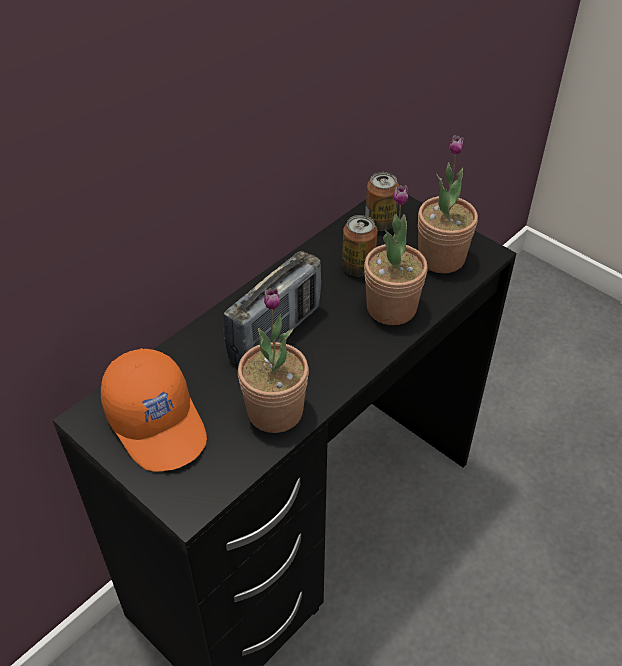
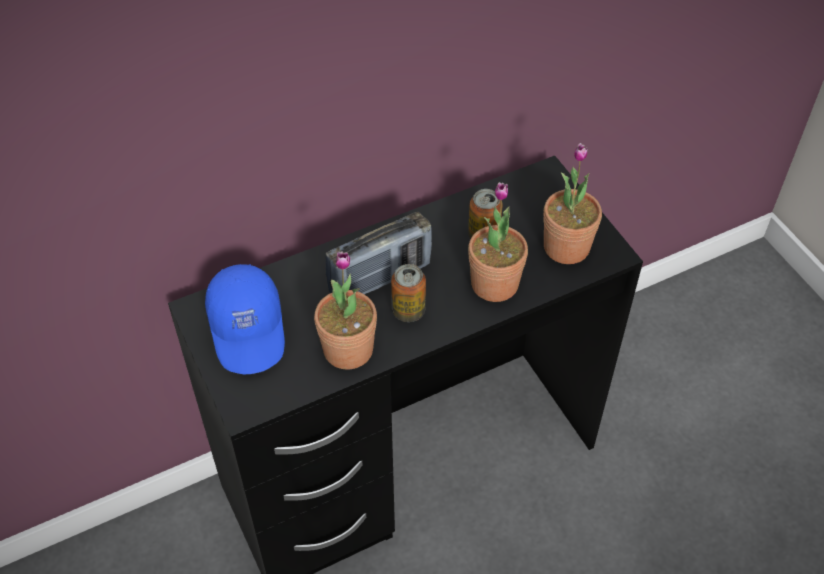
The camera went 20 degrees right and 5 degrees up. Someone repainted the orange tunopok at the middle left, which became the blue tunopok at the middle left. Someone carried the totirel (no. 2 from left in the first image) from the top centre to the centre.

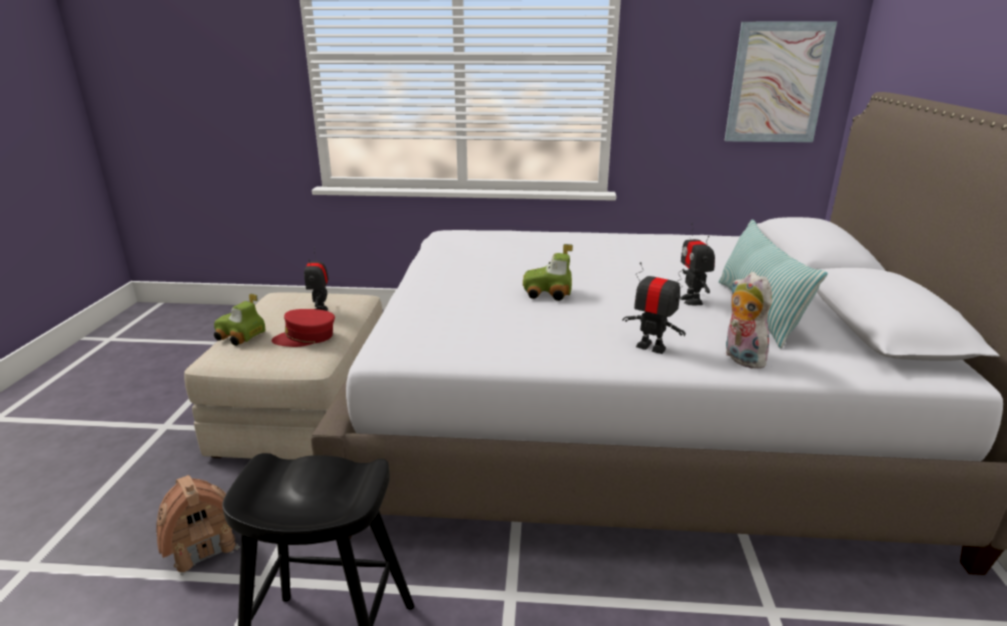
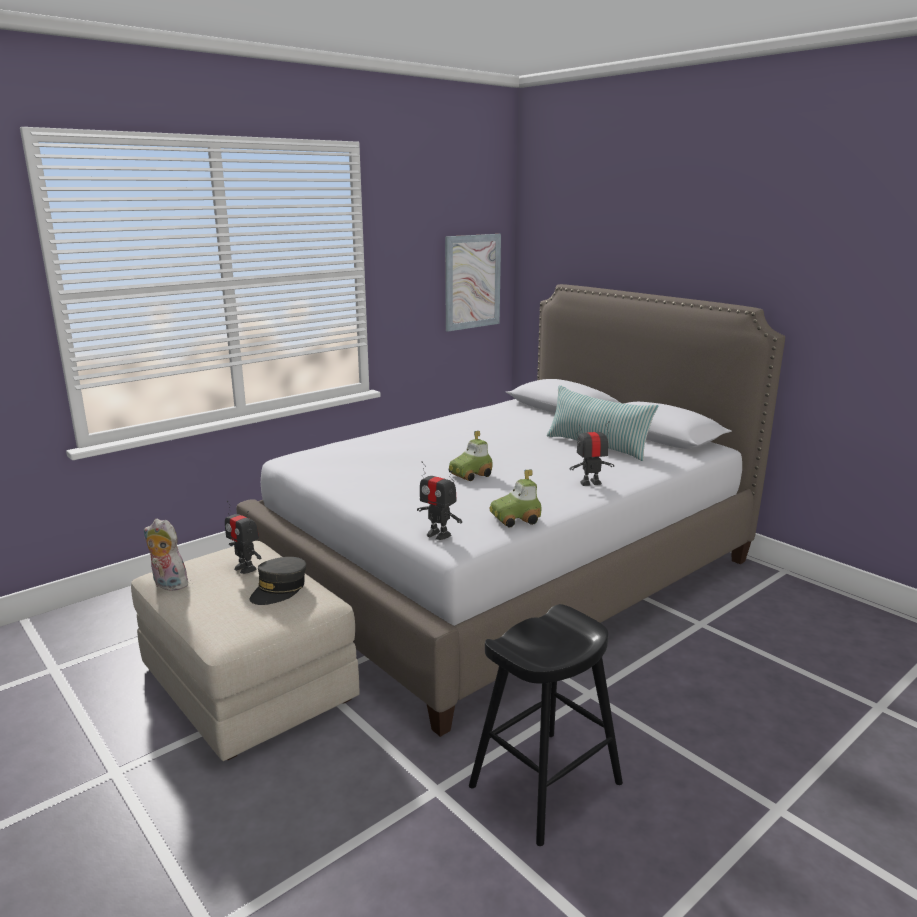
The camera went 45 degrees left and 5 degrees down. Someone carried the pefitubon from the middle right to the middle left. Someone repainted the red tunopok at the middle left, which became the grey tunopok at the middle left. Someone carried the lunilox (no. 3 from left in the first image) from the middle right to the centre. Someone carried the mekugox (no. 1 from left in the first image) from the middle left to the centre. Someone took away the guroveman at the bottom left.

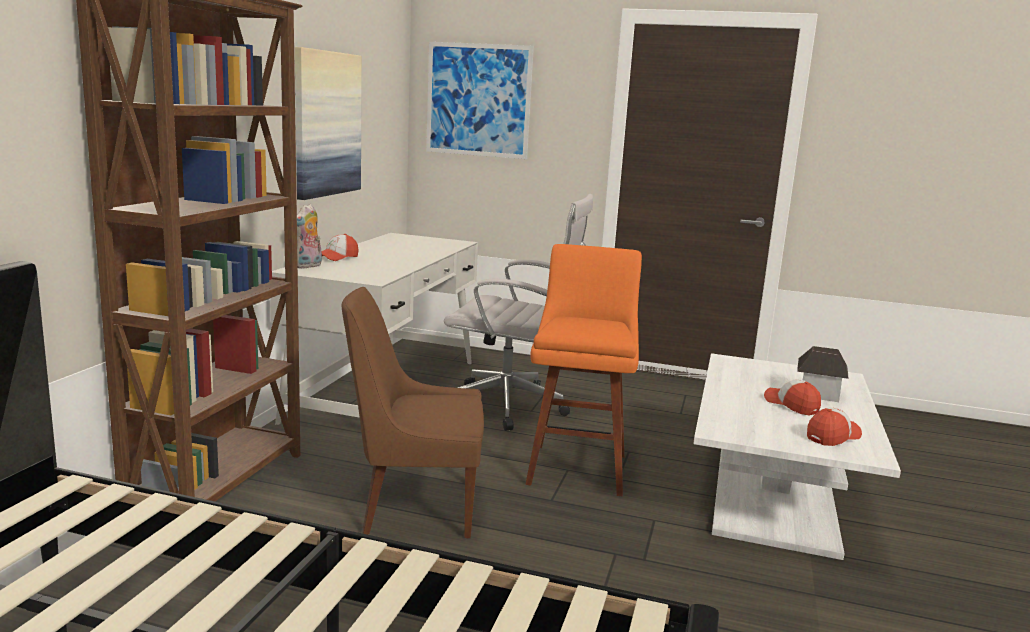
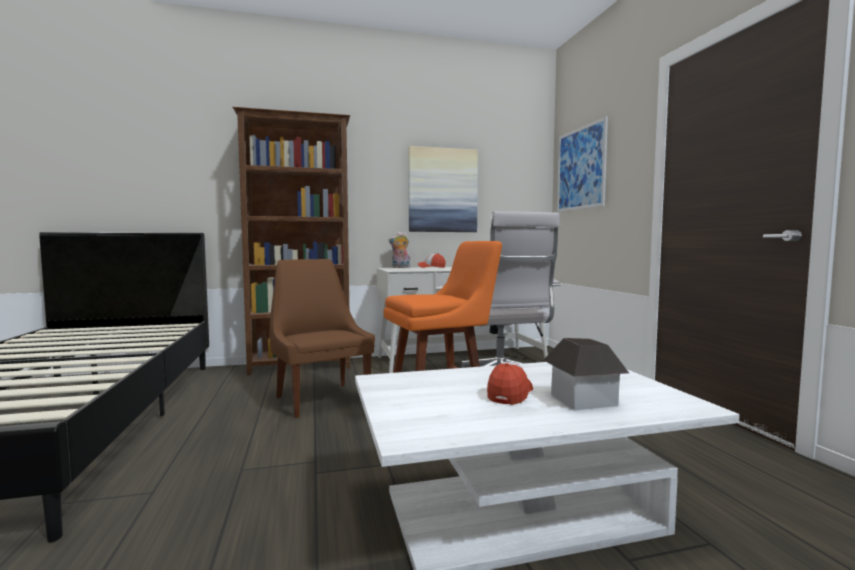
The camera went 60 degrees right and 10 degrees down. Someone took away the tunopok (no. 3 from left) at the bottom right.

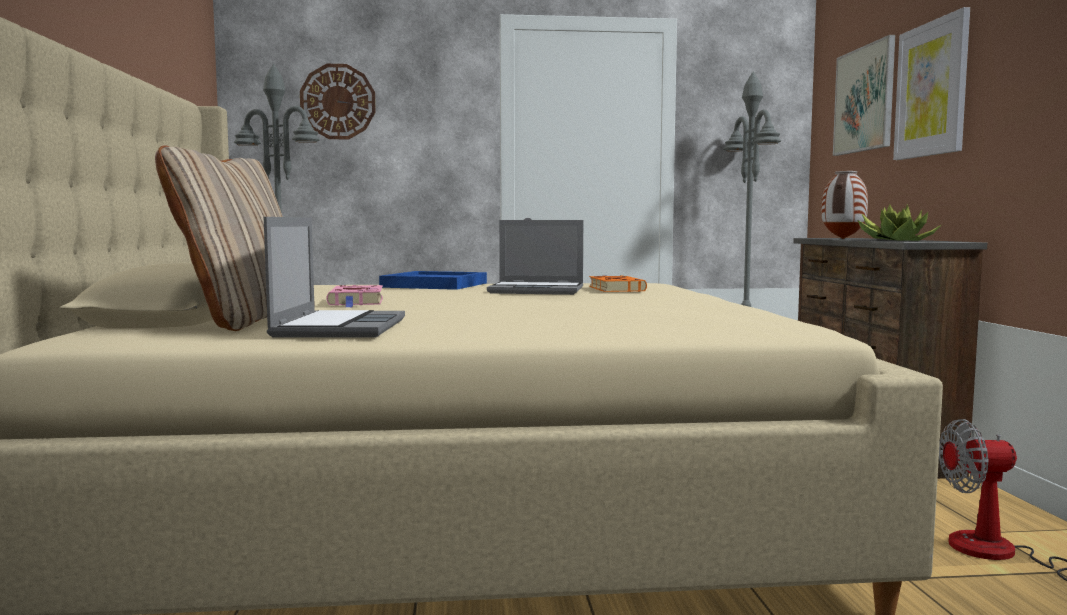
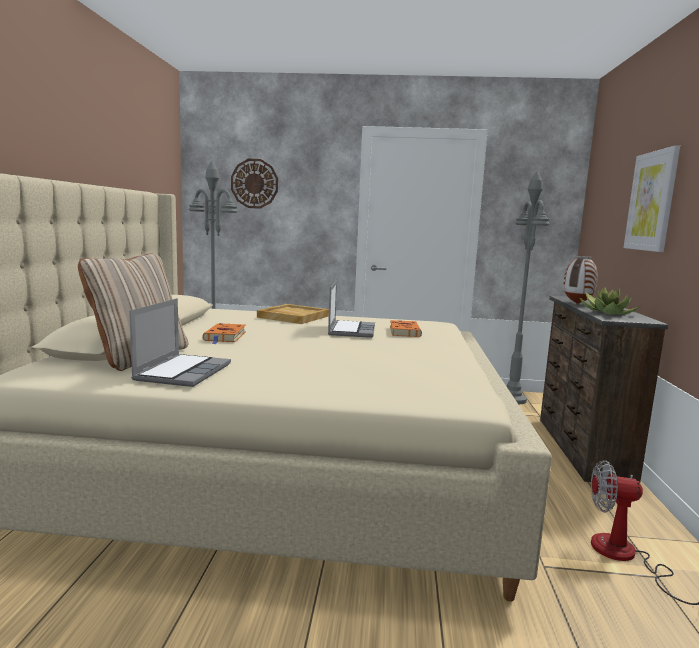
The camera went 10 degrees right and 5 degrees up. Someone repainted the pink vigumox at the middle left, which became the orange vigumox (no. 1 from left) at the middle left. Someone repainted the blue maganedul at the centre, which became the beige maganedul at the centre. Someone rotated the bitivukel (no. 2 from left) at the centre by 105 degrees counterclockwise. Someone took away the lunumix (no. 1 from left) at the top right.

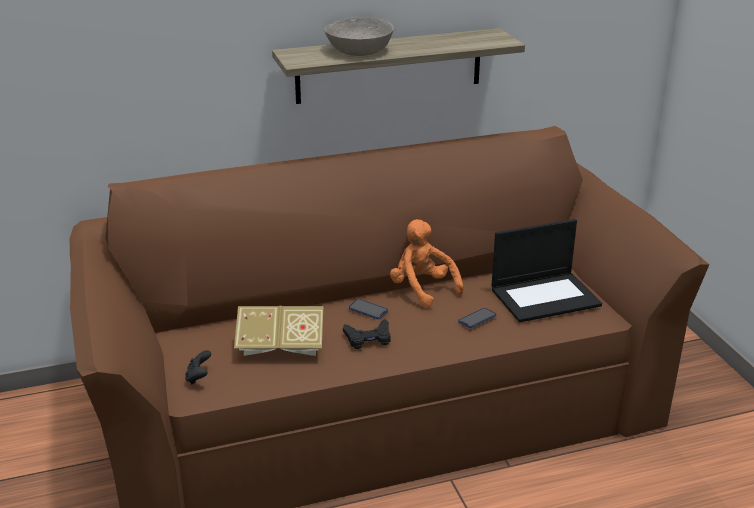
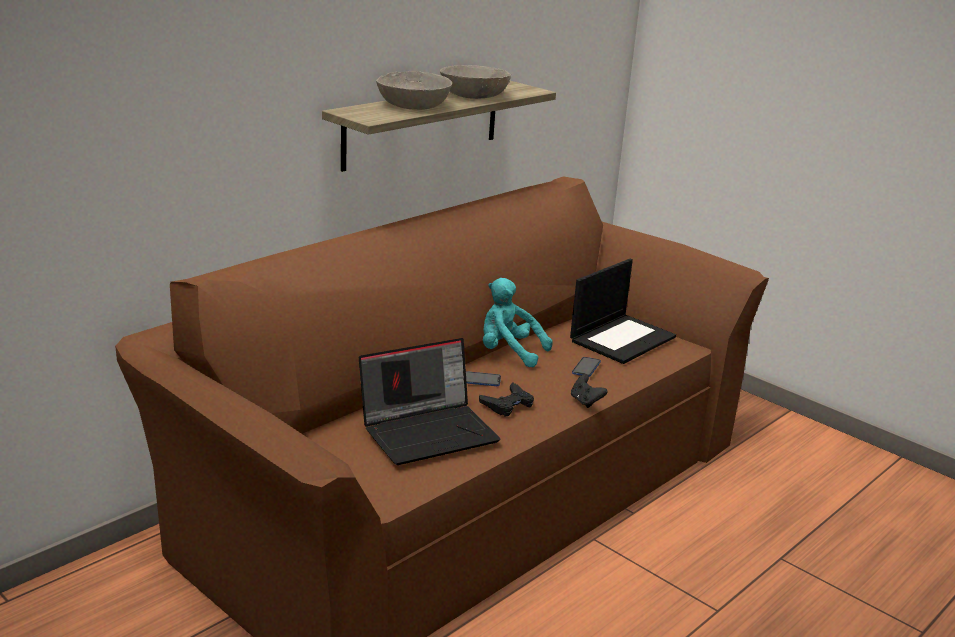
The camera went 30 degrees left and 5 degrees down. Someone swapped the vigumox at the centre for the bitivukel (no. 1 from left) at the centre. Someone put down the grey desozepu (no. 2 from left) at the top centre. Someone repainted the orange pefitubon at the centre, which became the turquoise pefitubon at the centre. Someone carried the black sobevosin (no. 1 from left in the first image) from the bottom left to the centre.

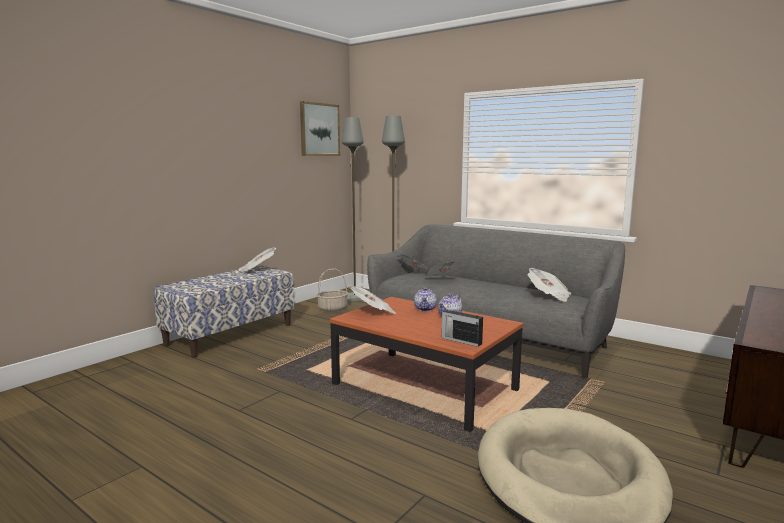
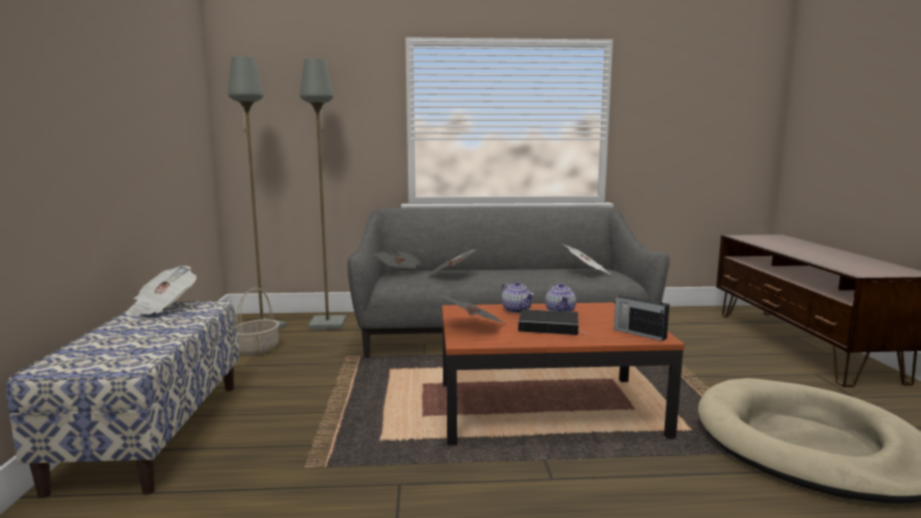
The camera went 40 degrees left and 0 degrees up. Someone put down the vigumox at the centre. Someone rotated the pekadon at the centre by 45 degrees clockwise. Someone took away the lunumix at the top centre.

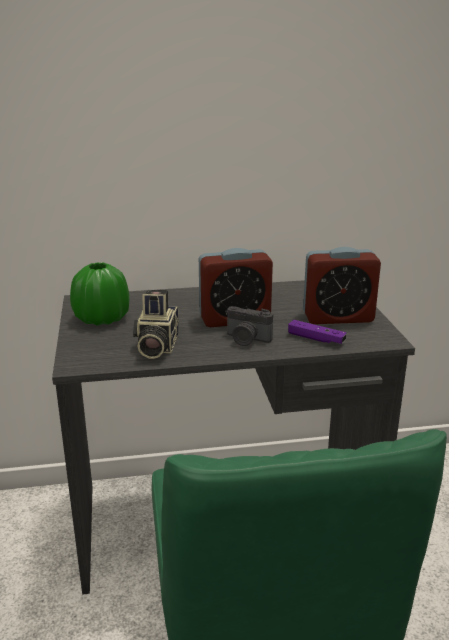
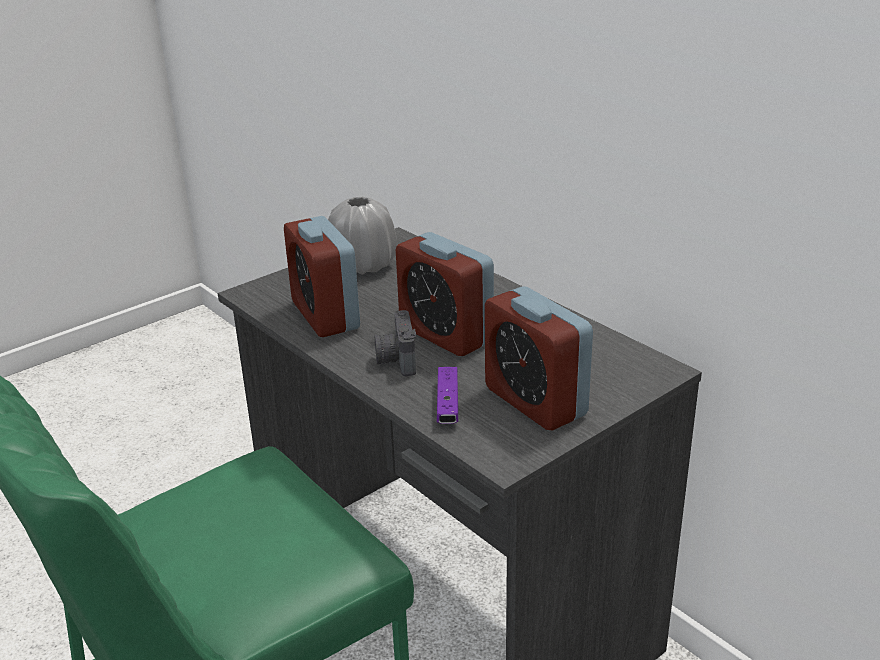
The camera went 60 degrees right and 5 degrees up. Someone swapped the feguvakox (no. 1 from left) at the centre for the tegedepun (no. 1 from left) at the centre. Someone repainted the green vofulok at the middle left, which became the grey vofulok at the centre.

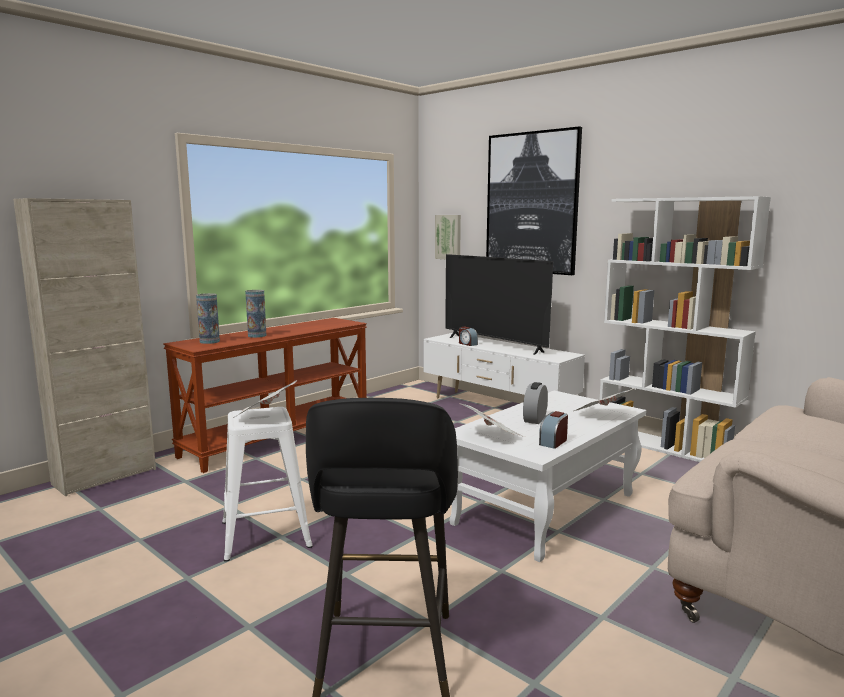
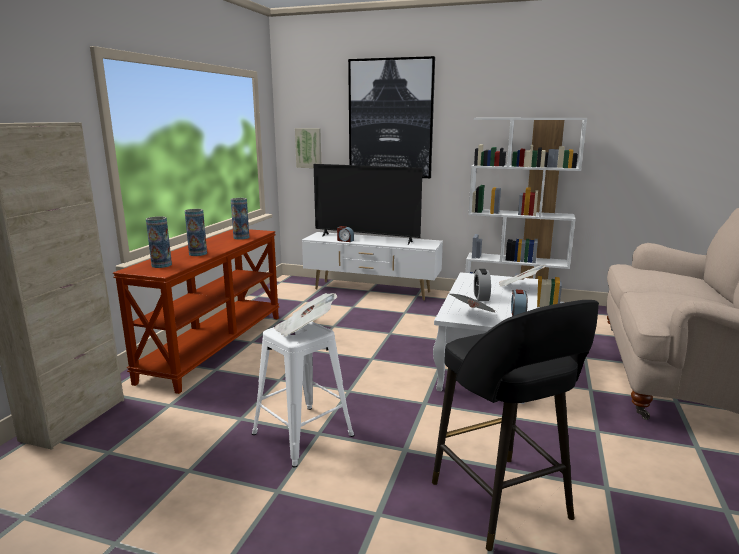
The camera went 25 degrees left and 5 degrees up. Someone put down the vofulok (no. 3 from left) at the middle left.

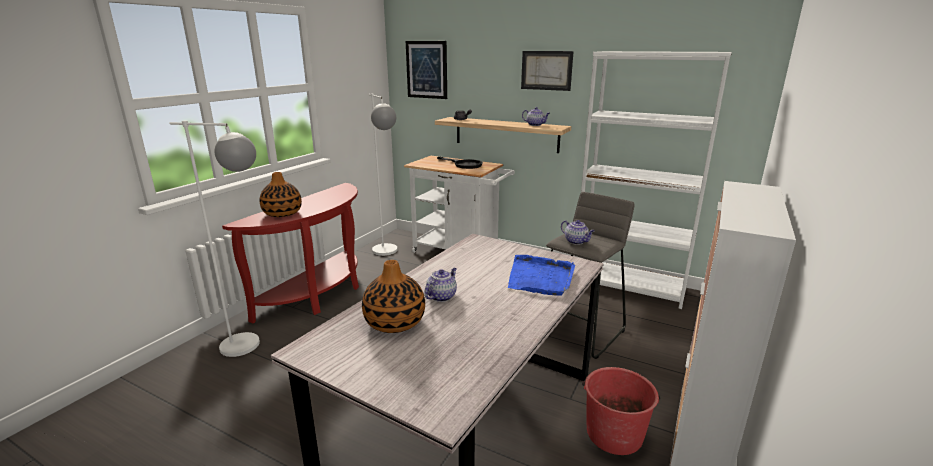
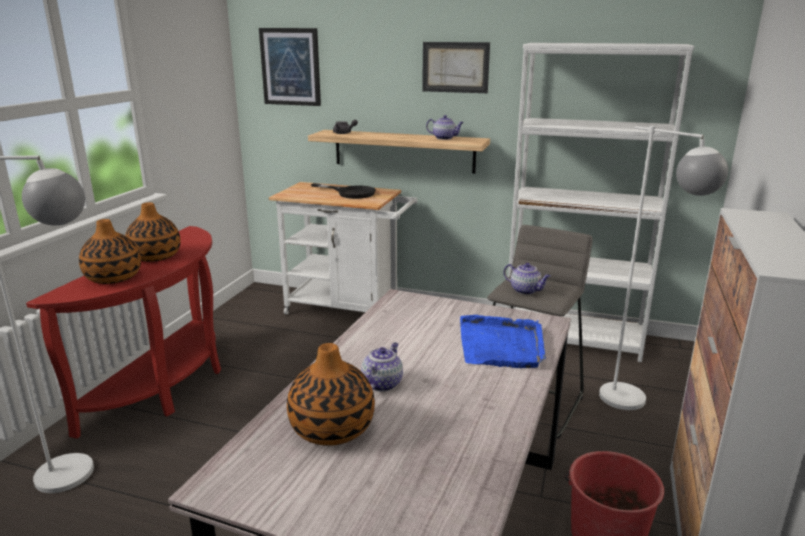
The camera went 10 degrees left and 0 degrees up. Someone put down the vofulok (no. 2 from left) at the middle left. Someone carried the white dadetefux (no. 2 from left) from the centre to the middle right.

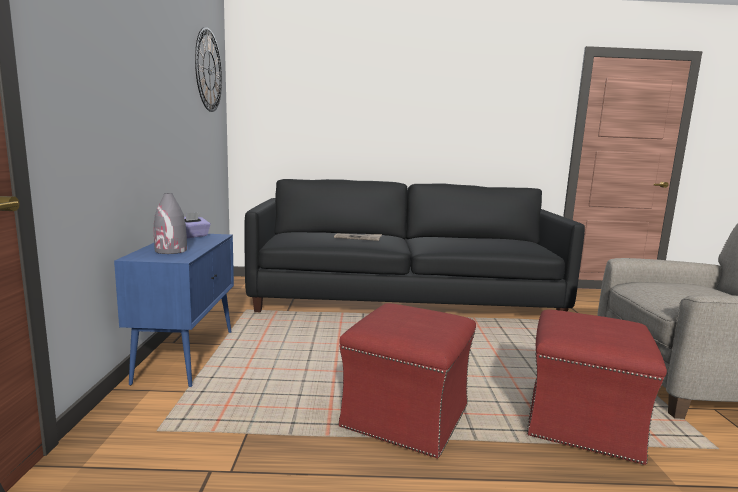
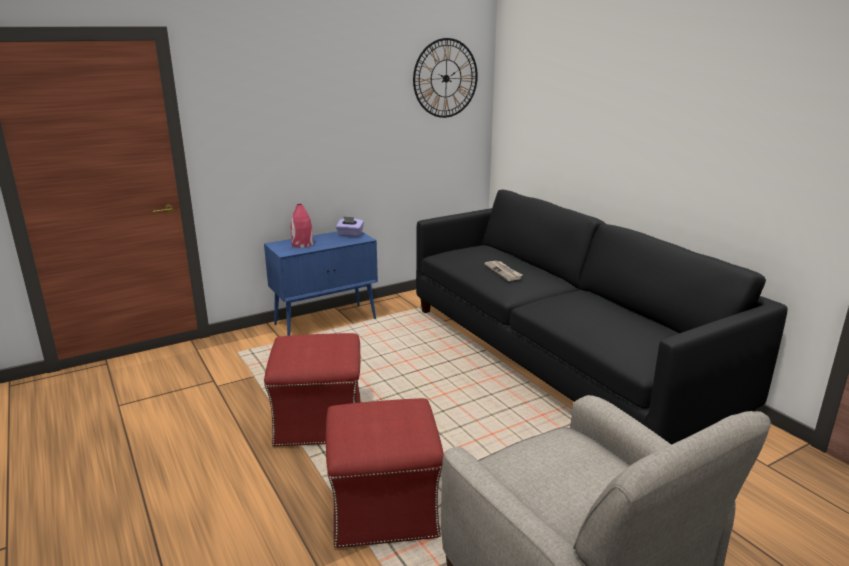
The camera went 60 degrees right and 10 degrees up. Someone repainted the grey vofulok at the middle left, which became the red vofulok at the centre.

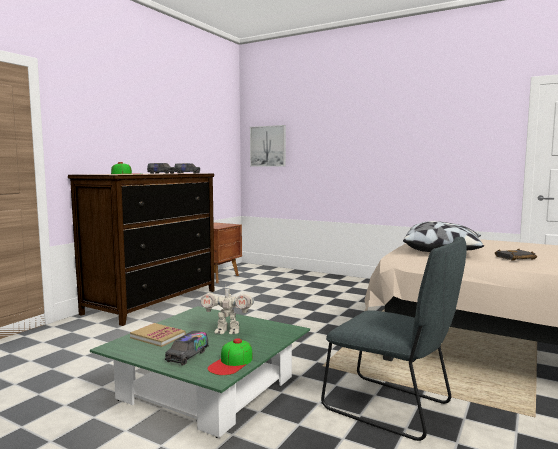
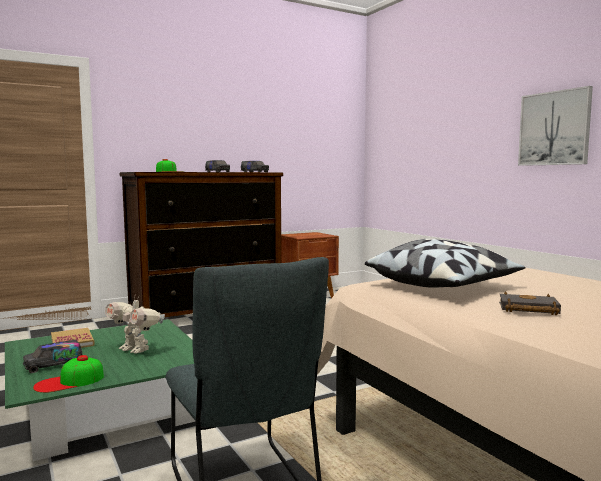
The camera went 30 degrees right and 0 degrees up. Someone carried the lunumix from the top centre to the top right.

